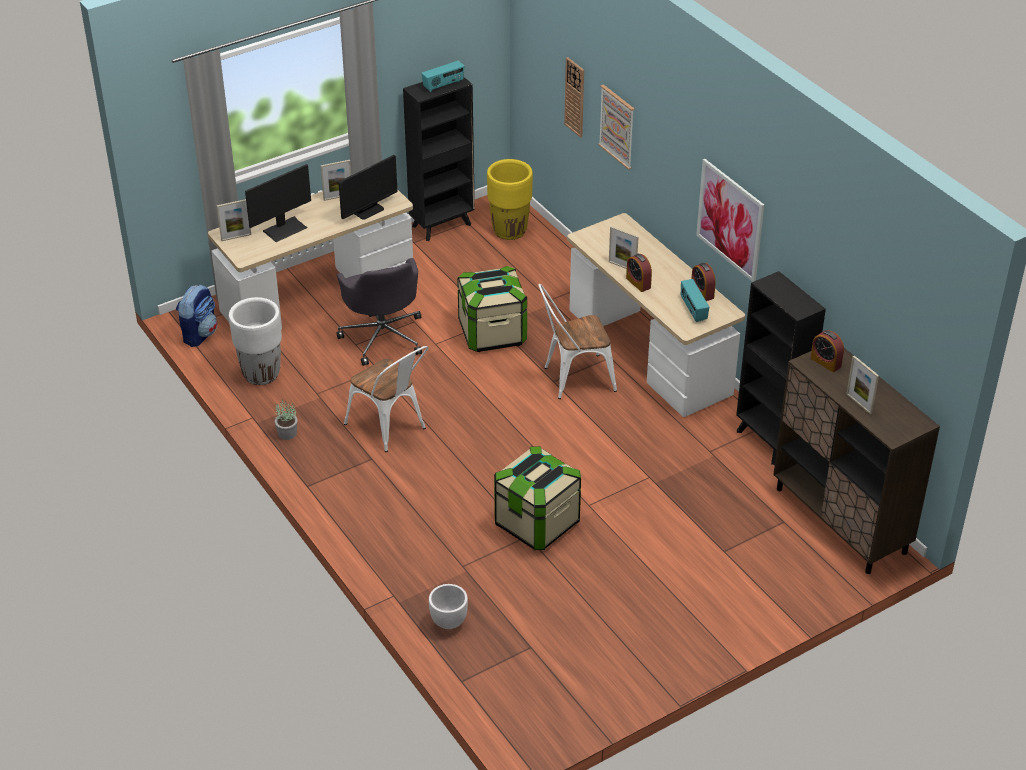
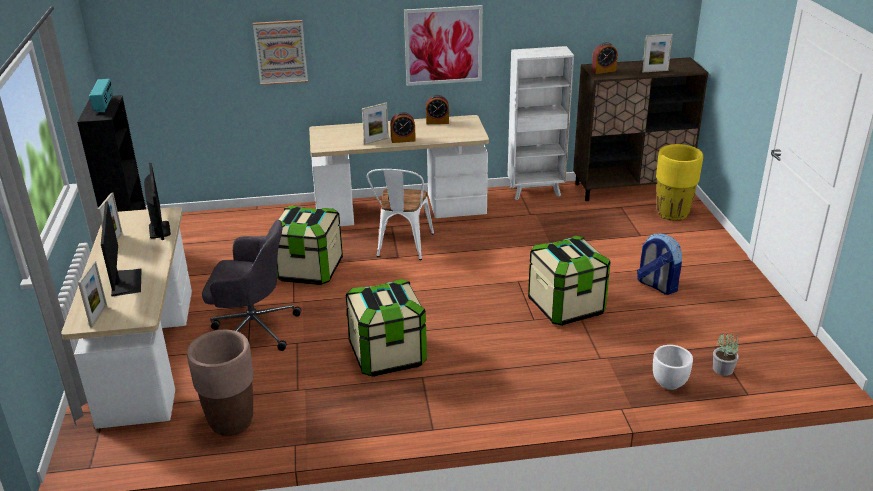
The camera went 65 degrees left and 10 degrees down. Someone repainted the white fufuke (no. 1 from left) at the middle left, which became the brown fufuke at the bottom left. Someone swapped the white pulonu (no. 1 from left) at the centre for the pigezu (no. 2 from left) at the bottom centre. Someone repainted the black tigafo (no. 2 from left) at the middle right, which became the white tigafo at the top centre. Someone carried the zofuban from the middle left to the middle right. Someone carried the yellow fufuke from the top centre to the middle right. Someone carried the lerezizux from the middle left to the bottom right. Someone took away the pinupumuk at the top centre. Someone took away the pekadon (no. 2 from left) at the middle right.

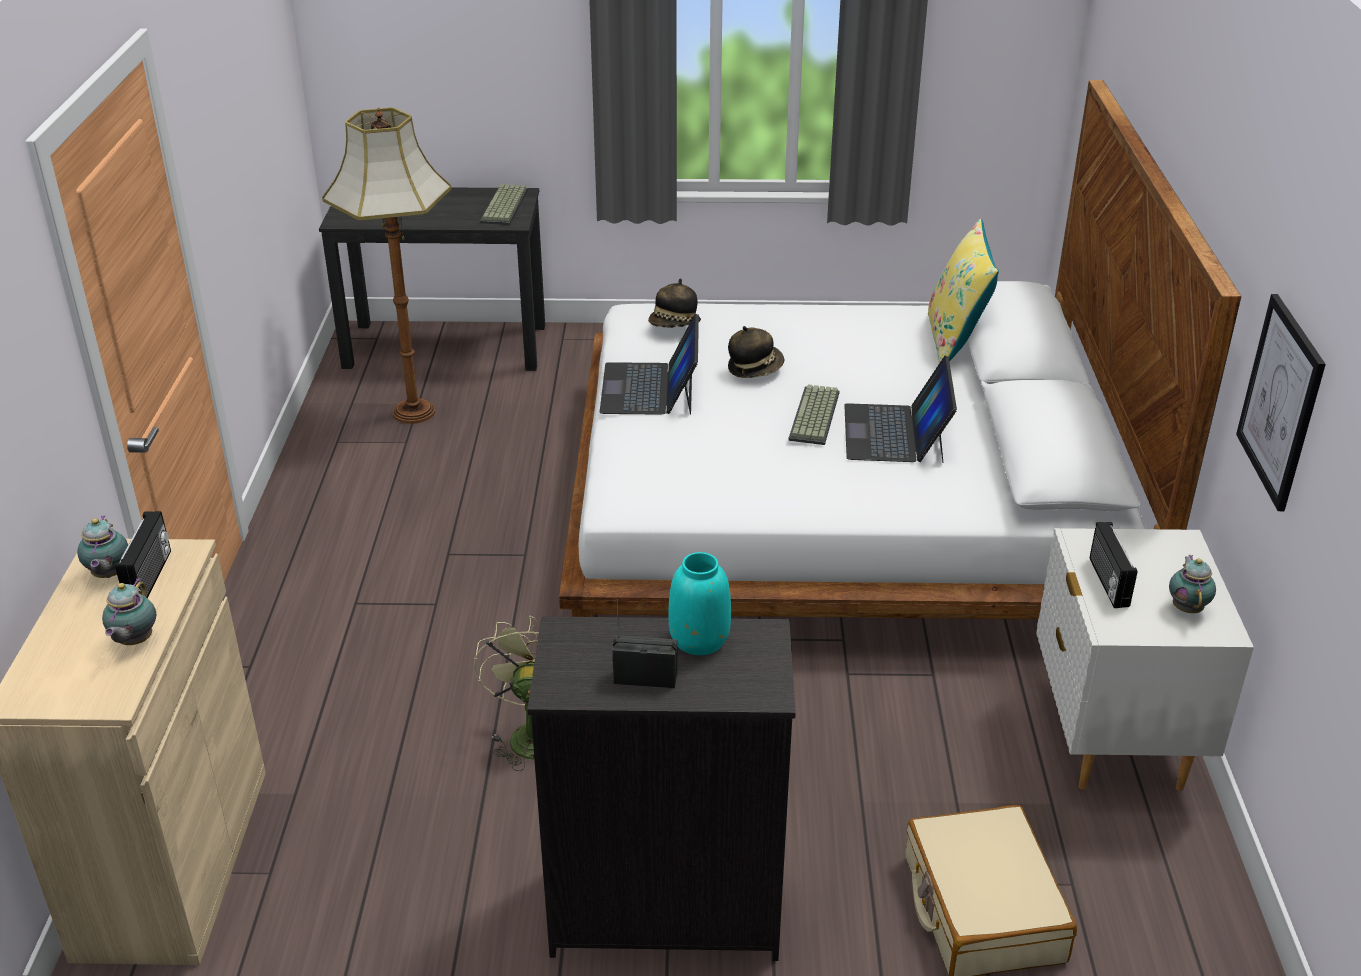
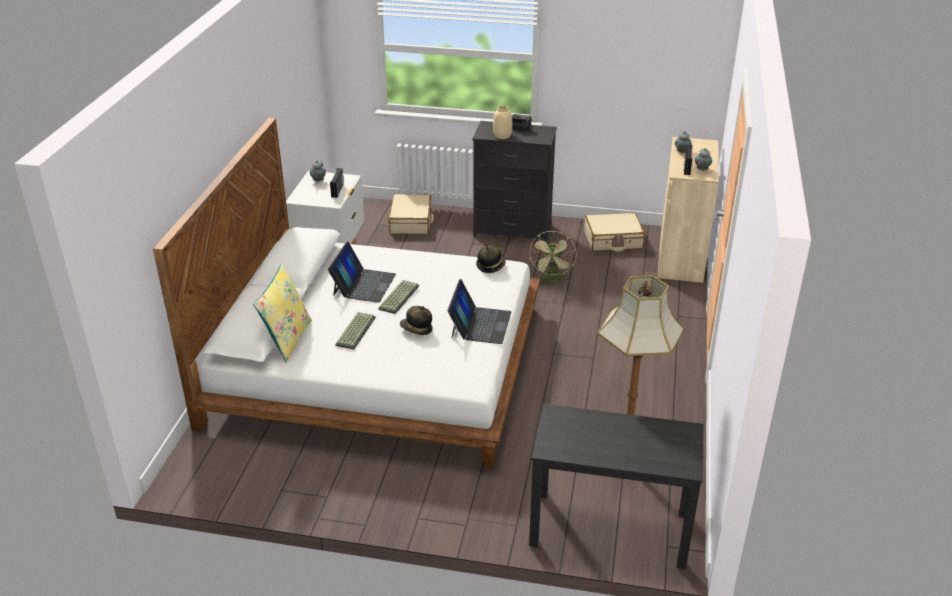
The camera went 170 degrees left and 0 degrees up. Someone carried the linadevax (no. 1 from left) from the top centre to the centre. Someone carried the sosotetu (no. 1 from left in the first image) from the top centre to the centre. Someone repainted the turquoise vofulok at the centre, which became the beige vofulok at the top centre. Someone put down the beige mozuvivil (no. 2 from left) at the centre. Someone took away the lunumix at the middle right.

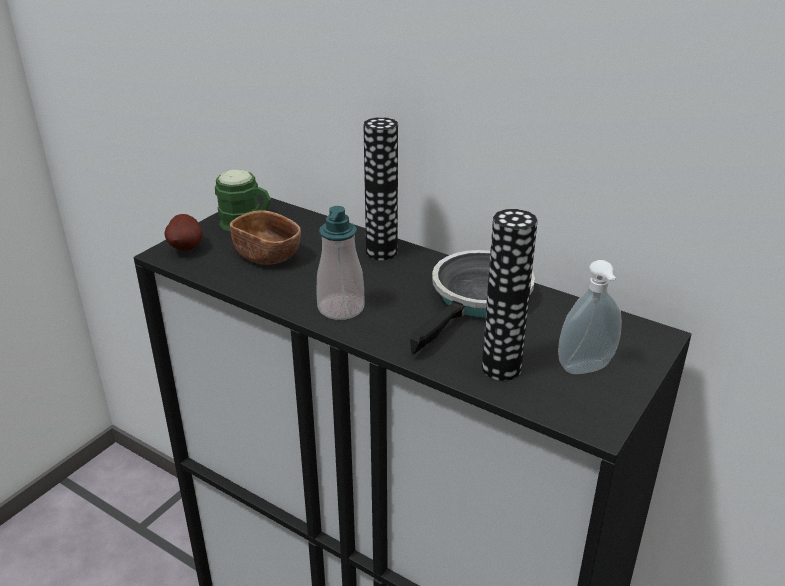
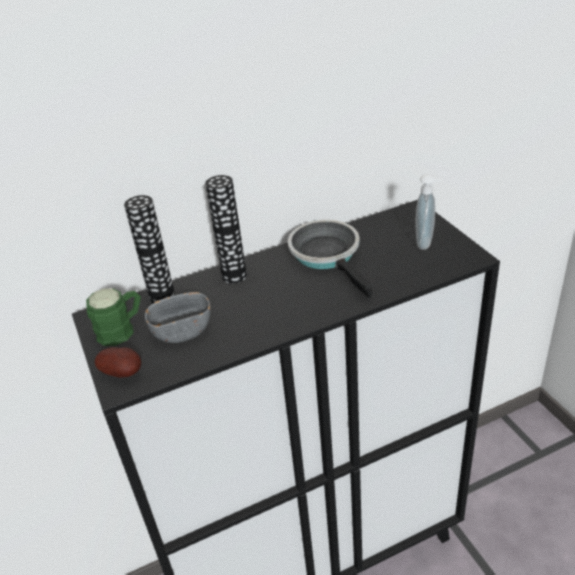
The camera went 55 degrees left and 5 degrees up. Someone carried the vofulok (no. 2 from left in the first image) from the centre to the middle left. Someone repainted the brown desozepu at the centre, which became the grey desozepu at the middle left. Someone took away the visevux (no. 1 from left) at the centre.

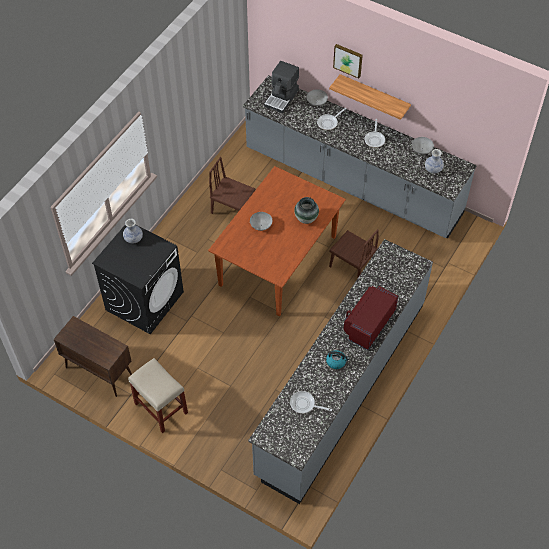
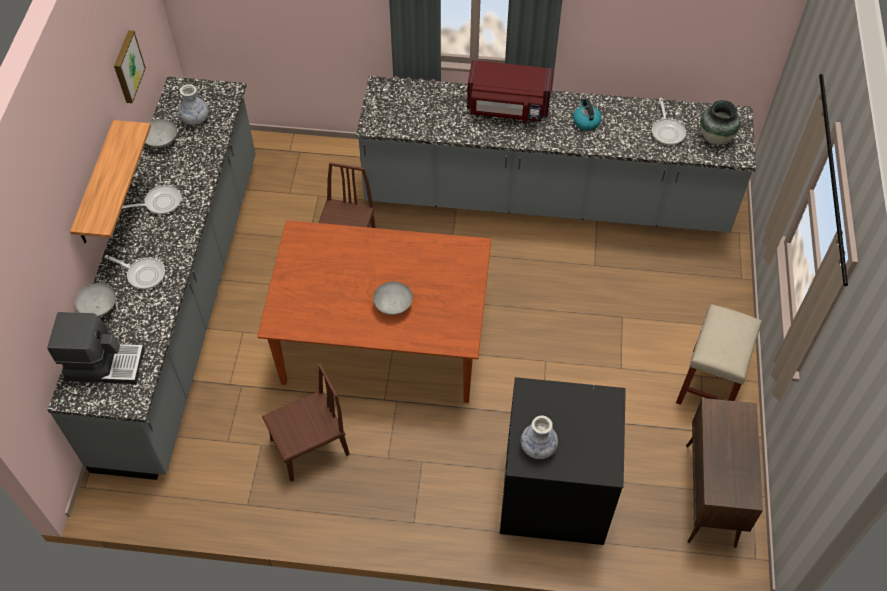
The camera went 115 degrees left and 0 degrees up. Someone carried the lunumix from the top centre to the top left. Someone rotated the brown pulonu (no. 1 from left) at the centre by 120 degrees counterclockwise. Someone carried the vofulok (no. 2 from left in the first image) from the centre to the top right.

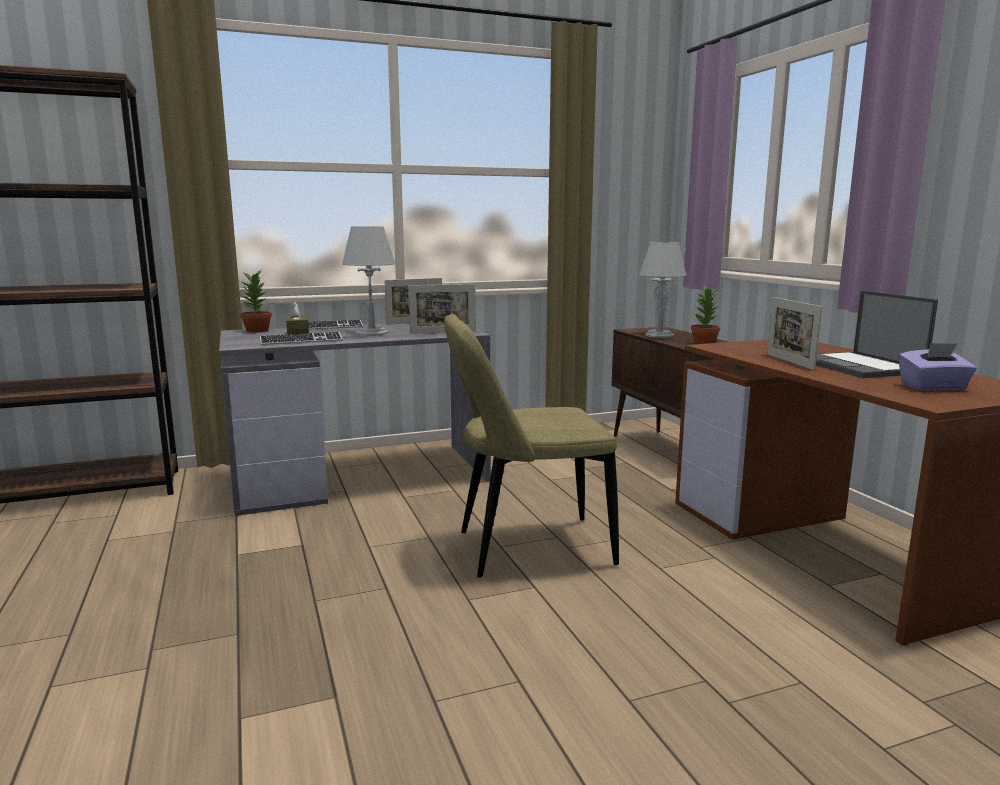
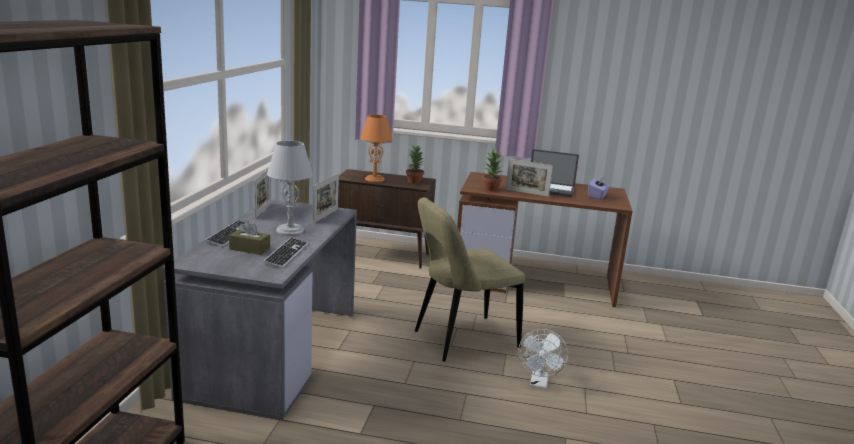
The camera went 60 degrees left and 5 degrees up. Someone repainted the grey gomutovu (no. 2 from left) at the centre, which became the orange gomutovu at the centre. Someone rotated the beige pulonu at the centre by 45 degrees clockwise. Someone carried the lerezizux (no. 1 from left in the first image) from the middle left to the centre. Someone put down the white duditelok at the bottom centre.

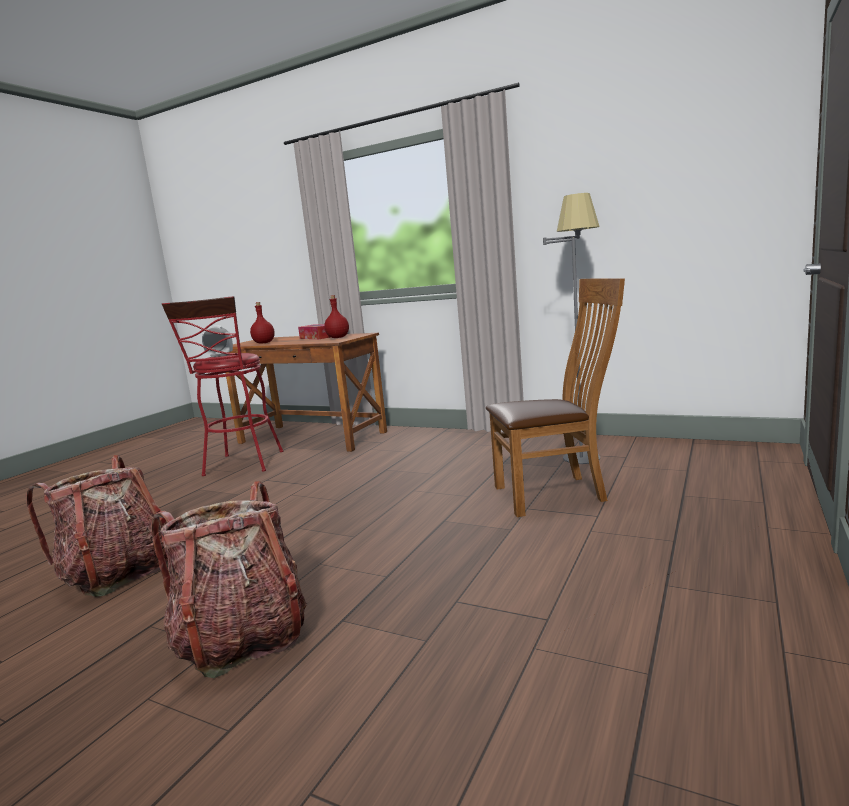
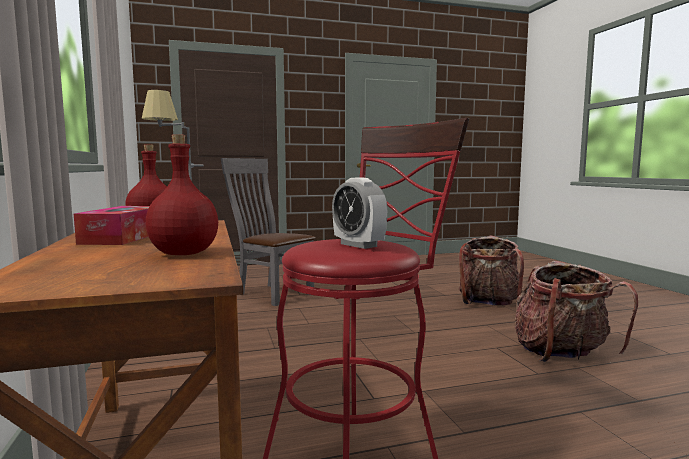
The camera went 135 degrees left and 5 degrees down. Someone repainted the brown pulonu at the centre, which became the grey pulonu at the centre.

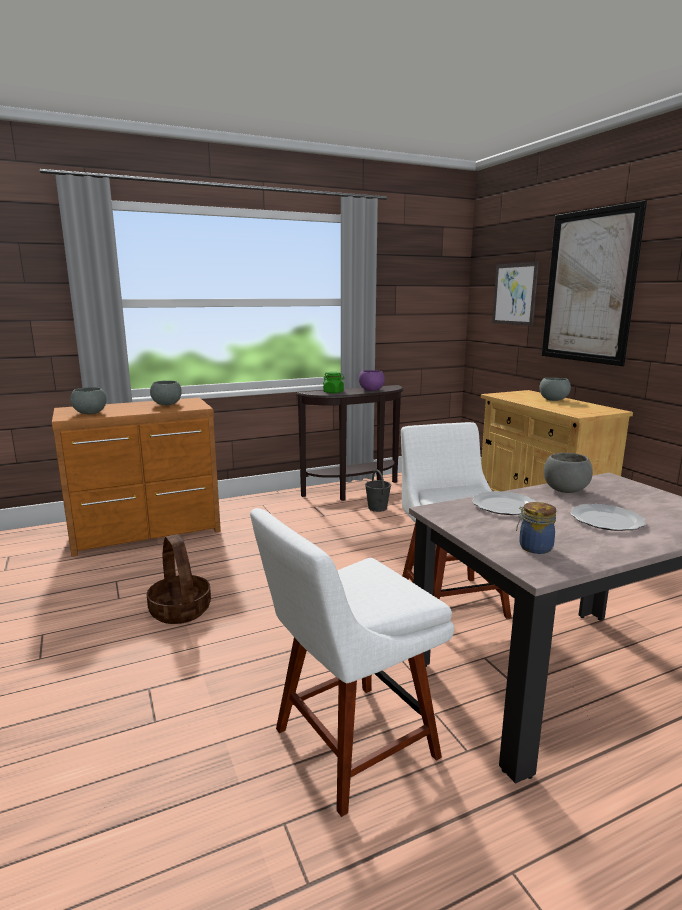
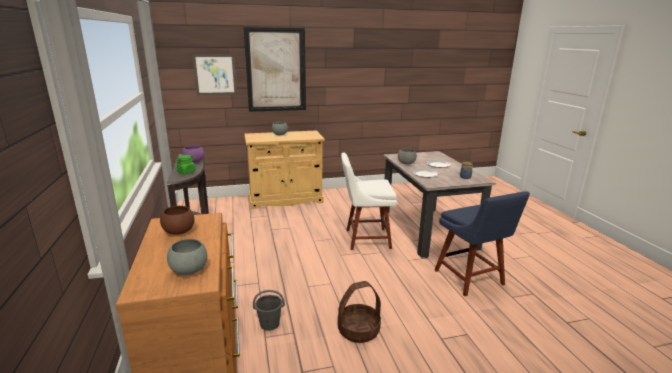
The camera went 80 degrees left and 5 degrees up. Someone repainted the grey desozepu (no. 2 from left) at the middle left, which became the brown desozepu at the middle left. Someone carried the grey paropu from the centre to the bottom centre. Someone repainted the white pulonu (no. 1 from left) at the bottom centre, which became the blue pulonu at the middle right.

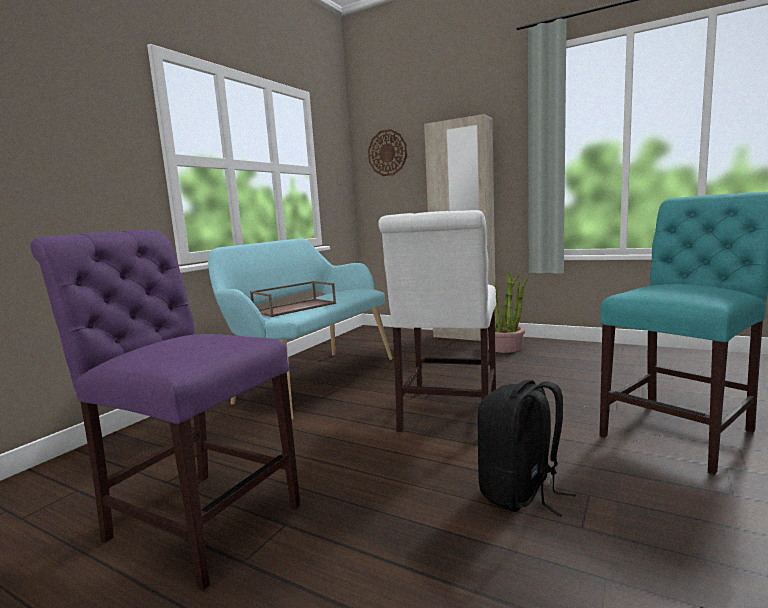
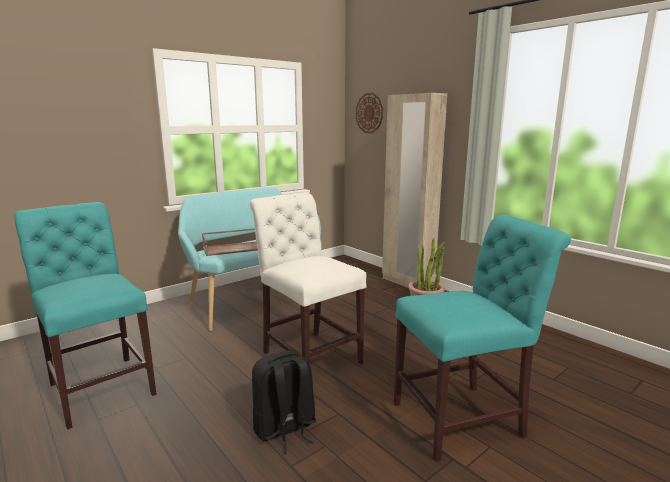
The camera went 20 degrees right and 5 degrees up. Someone repainted the purple pulonu at the bottom left, which became the turquoise pulonu (no. 1 from left) at the middle left. Someone rotated the white pulonu at the centre by 105 degrees clockwise.

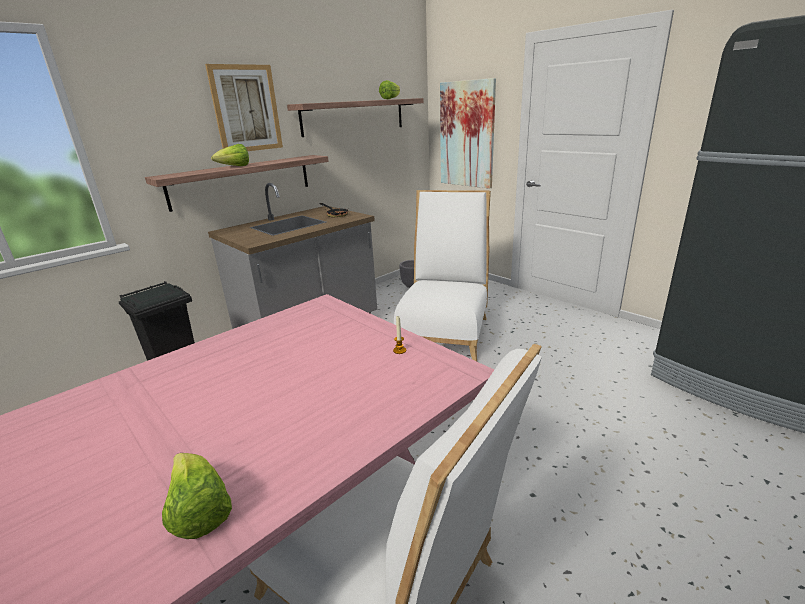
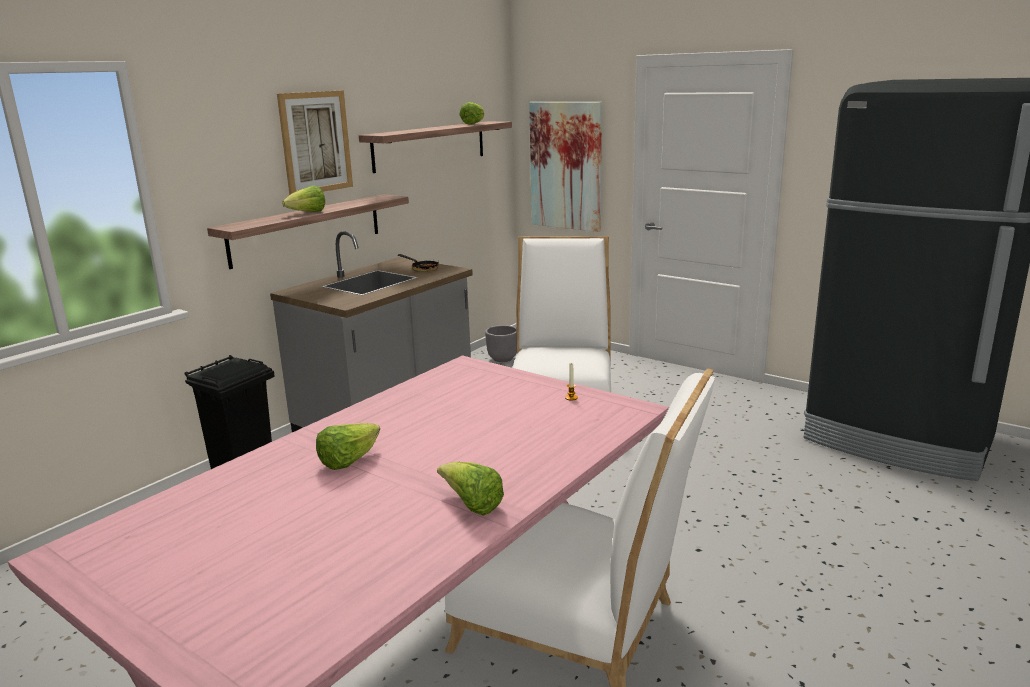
The camera went 10 degrees left and 5 degrees down. Someone put down the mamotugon (no. 2 from left) at the centre.

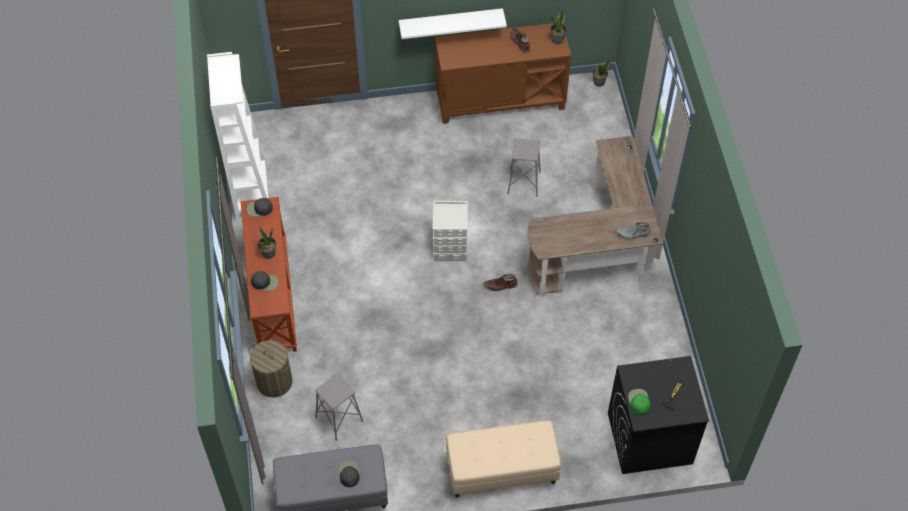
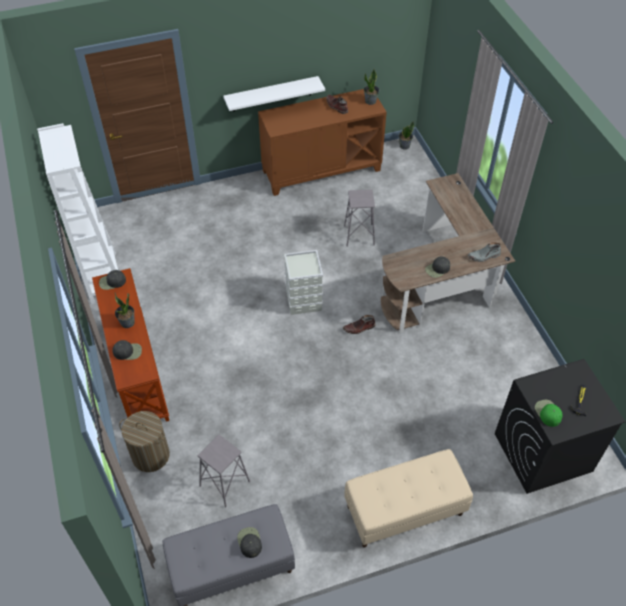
The camera went 10 degrees left and 5 degrees down. Someone put down the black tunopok (no. 4 from left) at the middle right.

